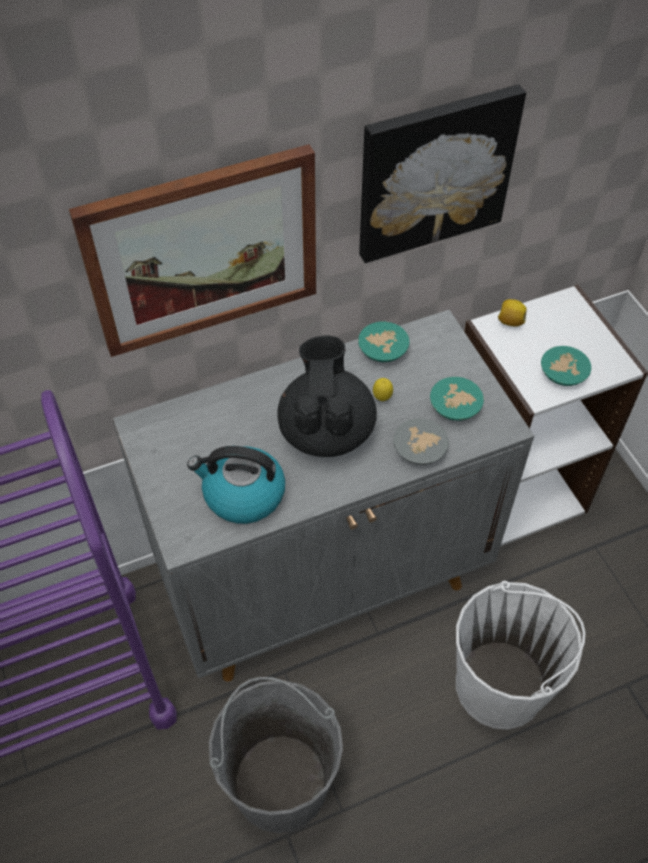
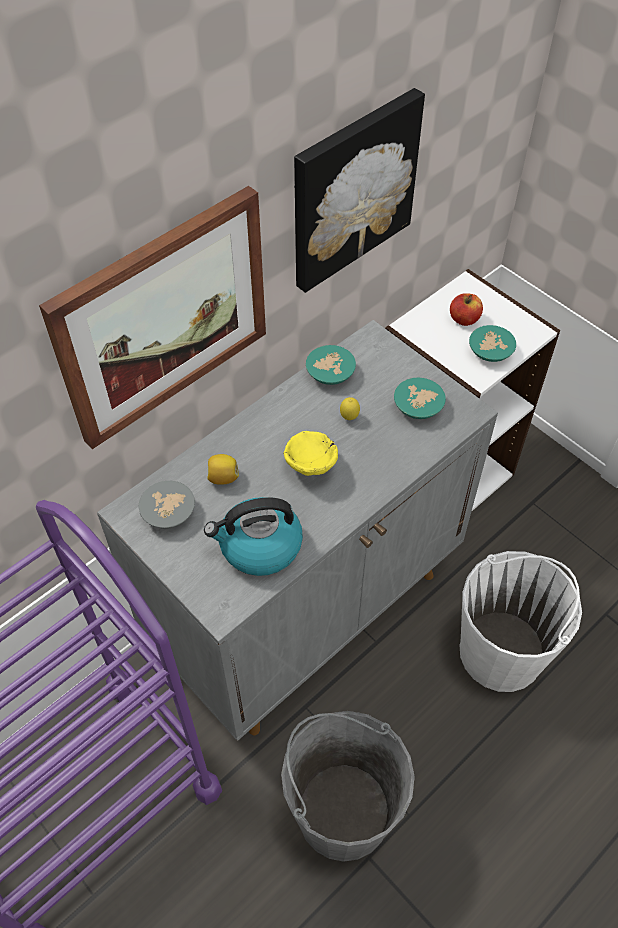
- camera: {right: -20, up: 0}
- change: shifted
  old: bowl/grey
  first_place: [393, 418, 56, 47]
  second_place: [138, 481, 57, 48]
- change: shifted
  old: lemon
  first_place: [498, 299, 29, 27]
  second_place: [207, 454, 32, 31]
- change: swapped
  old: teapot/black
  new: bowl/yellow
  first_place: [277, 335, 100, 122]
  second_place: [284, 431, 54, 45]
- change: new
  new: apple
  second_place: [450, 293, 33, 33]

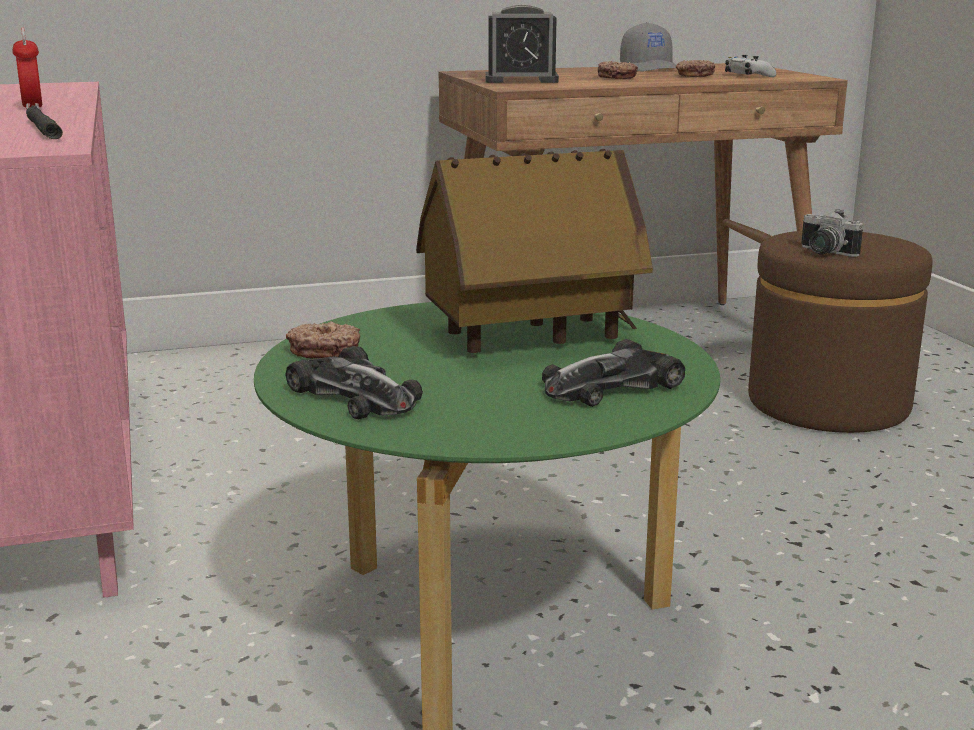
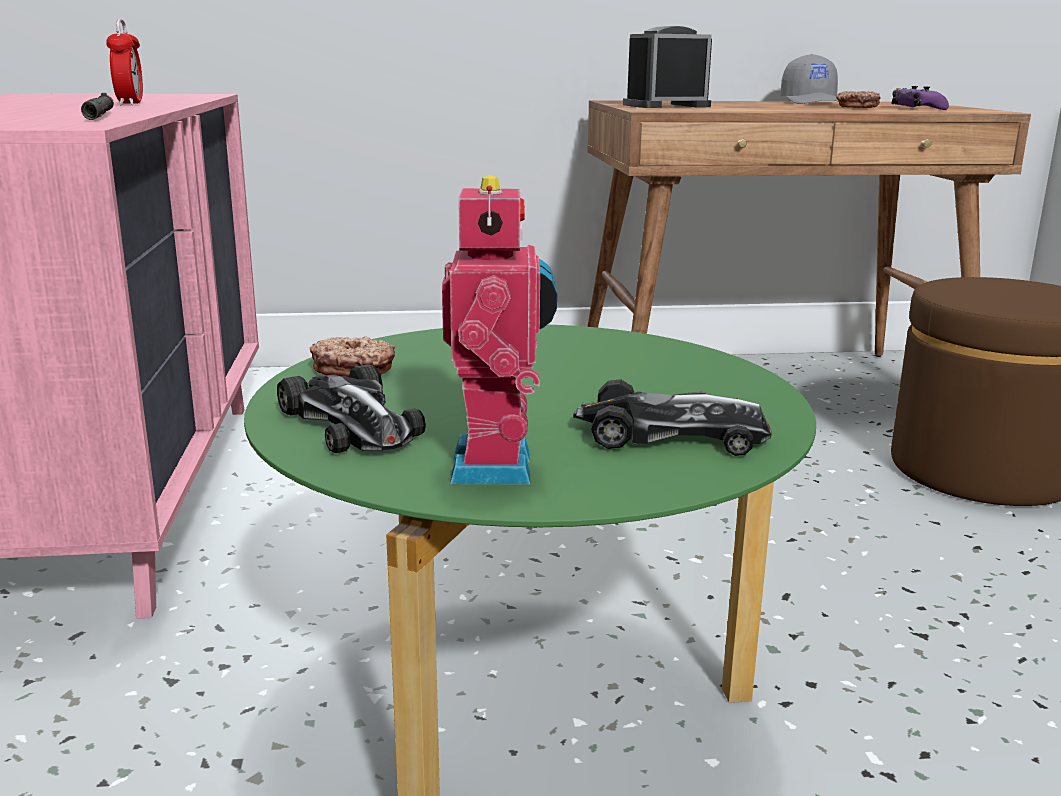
- camera: {right: 10, up: 0}
- change: new
  new: toy robot
  second_place: [442, 175, 115, 309]
- change: rotated
  old: toy car
  first_place: [542, 338, 143, 69]
  second_place: [574, 379, 198, 77]
  degrees: -150
- change: rotated
  old: alarm clock
  first_place: [486, 5, 73, 78]
  second_place: [623, 26, 89, 82]
  degrees: 150
- change: repainted
  old: game controller/white
  new: game controller/purple
  first_place: [725, 55, 51, 22]
  second_place: [891, 86, 58, 24]
- change: gone
  old: toy house
  first_place: [416, 149, 237, 204]
- change: gone
  old: donut
  first_place: [598, 61, 40, 18]
- change: gone
  old: photo camera
  first_place: [801, 209, 62, 48]

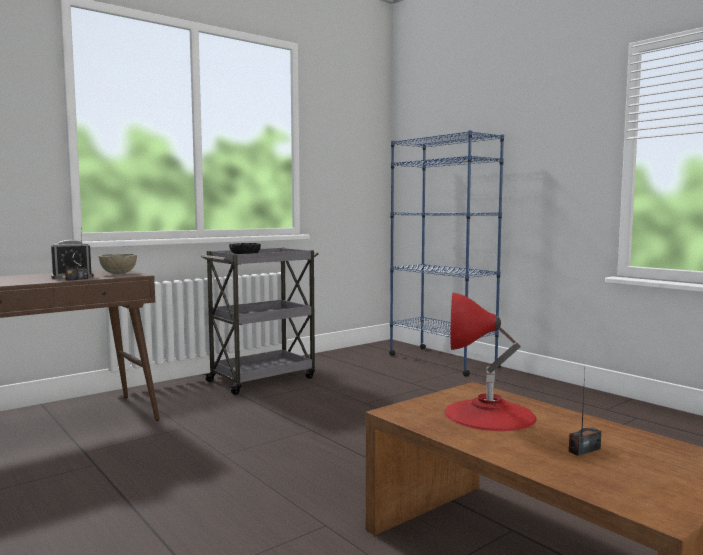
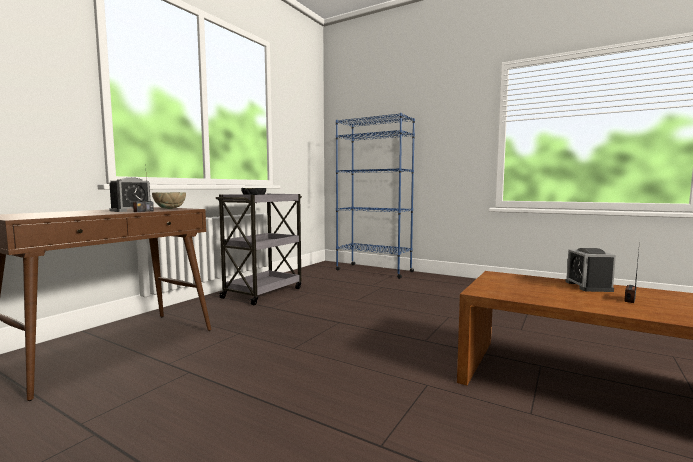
- camera: {right: -20, up: 0}
- change: new
  new: alarm clock
  second_place: [566, 248, 50, 44]
- change: gone
  old: table lamp/red
  first_place: [444, 293, 92, 138]

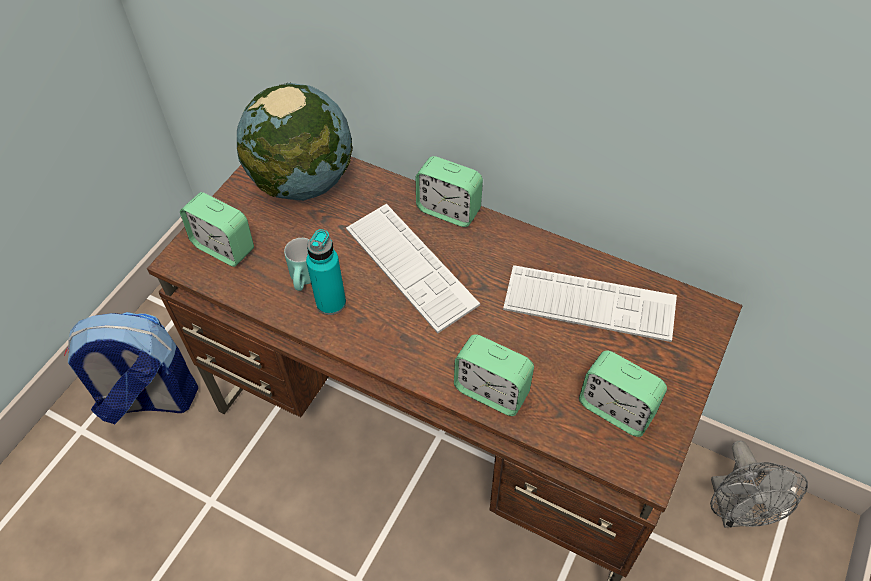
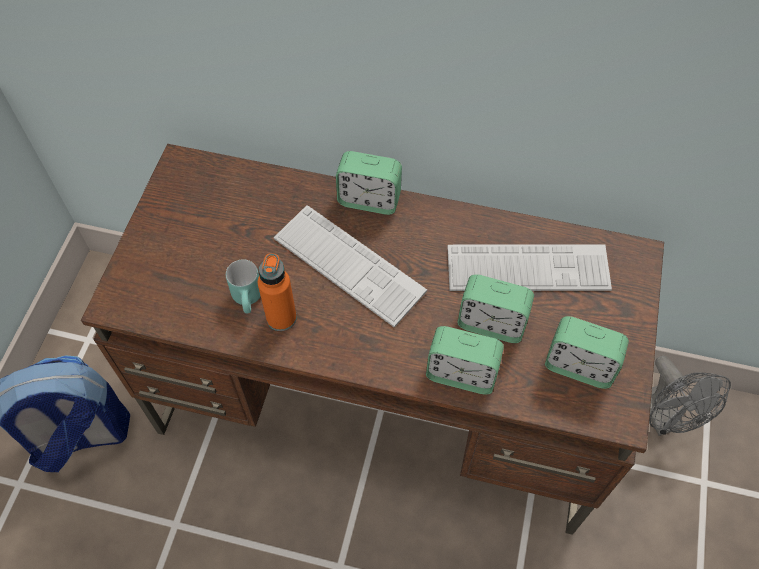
- camera: {right: -15, up: 5}
- change: repainted
  old: bottle/turquoise
  new: bottle/orange
  first_place: [306, 229, 40, 86]
  second_place: [258, 253, 39, 78]
- change: shifted
  old: alarm clock
  first_place: [180, 192, 74, 75]
  second_place: [457, 274, 77, 69]
- change: gone
  old: globe
  first_place: [237, 83, 116, 118]

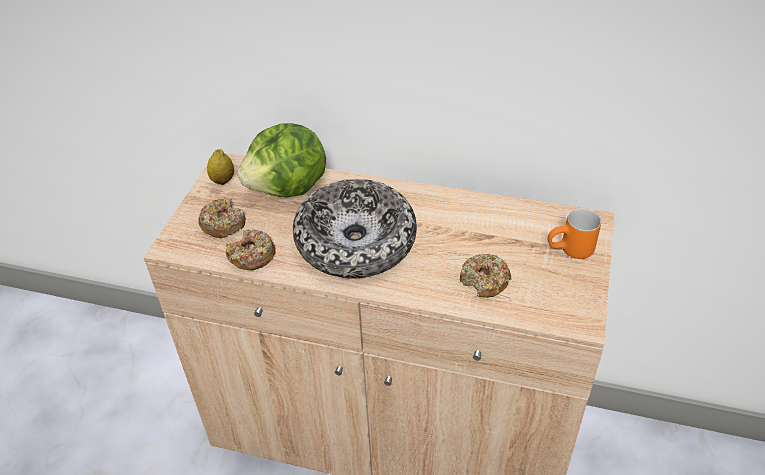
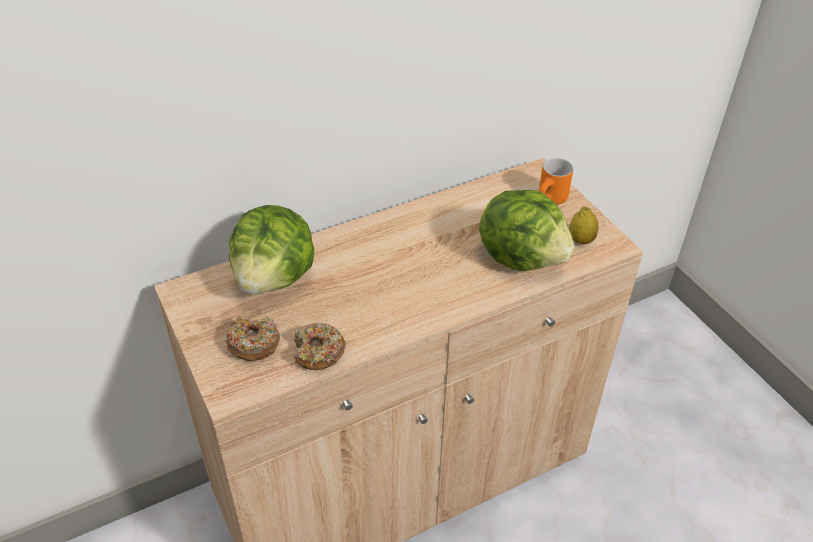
- camera: {right: -45, up: 0}
- change: swapped
  old: donut
  new: lettuce
  first_place: [460, 254, 51, 44]
  second_place: [479, 190, 96, 81]
- change: shifted
  old: lemon
  first_place: [207, 149, 27, 36]
  second_place: [569, 207, 30, 37]
- change: gone
  old: bowl
  first_place: [293, 179, 124, 99]

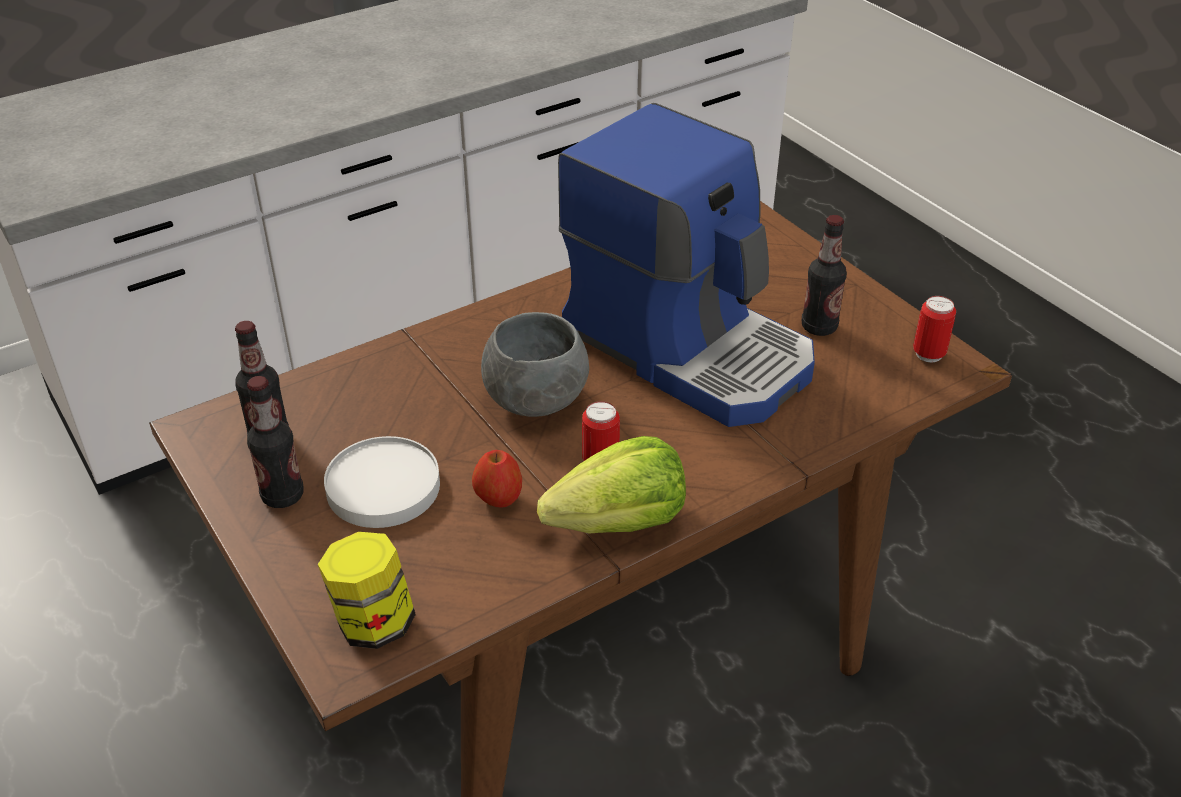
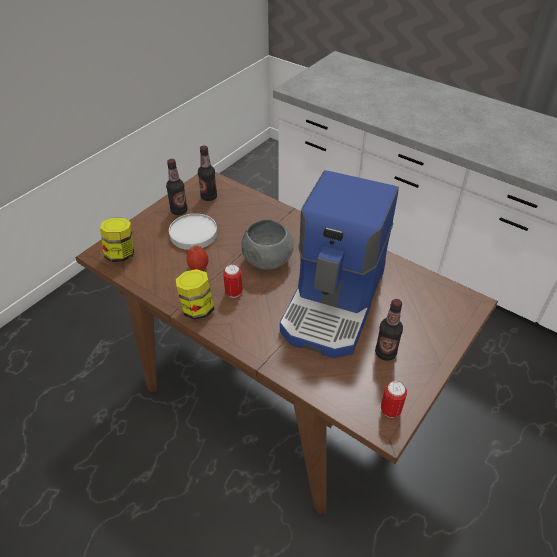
- camera: {right: 70, up: 5}
- change: swapped
  old: lettuce
  new: jar
  first_place: [537, 436, 149, 97]
  second_place: [176, 269, 38, 51]

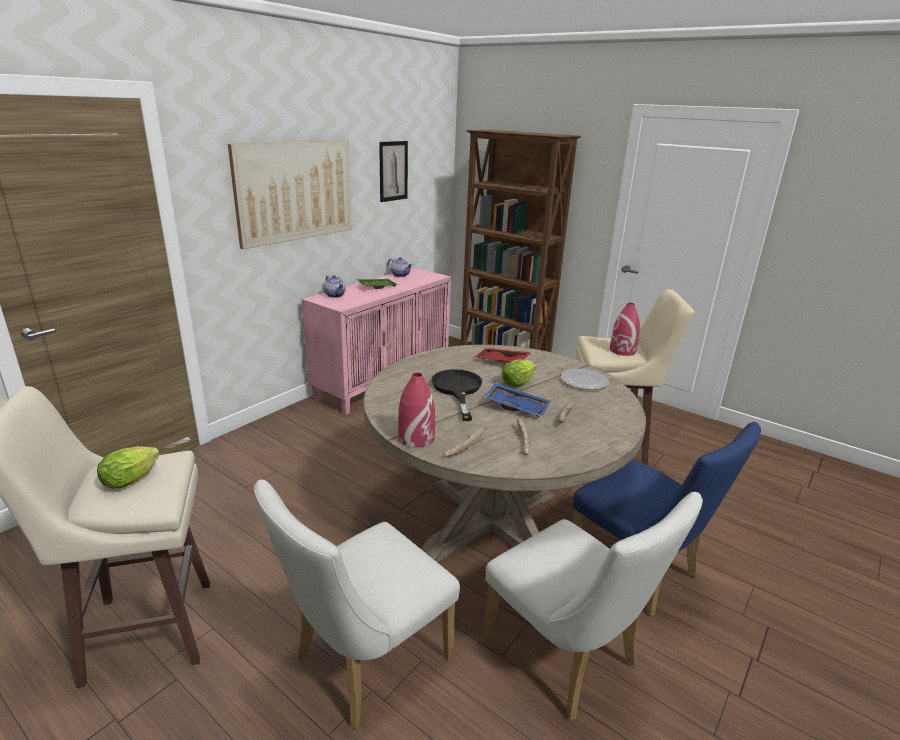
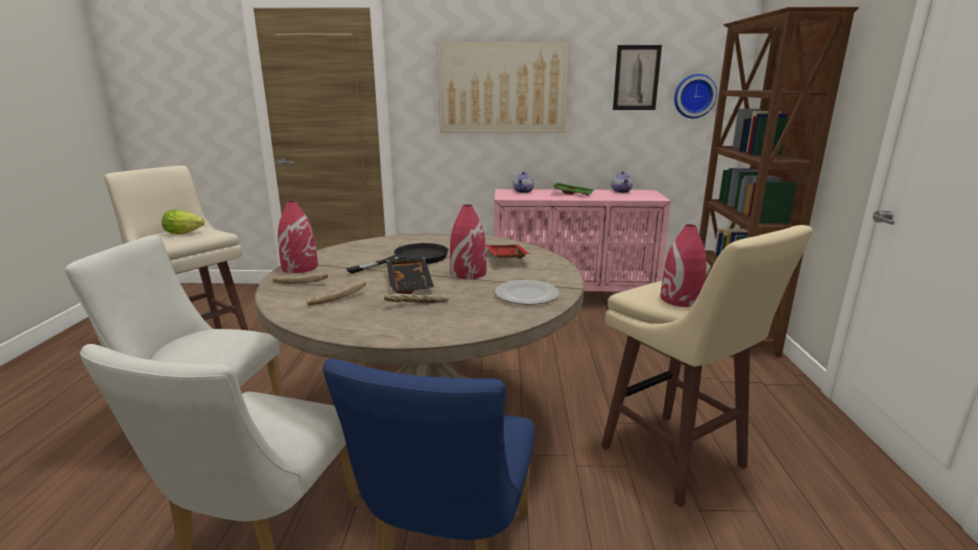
- camera: {right: 55, up: -5}
- change: repainted
  old: tray/blue
  new: tray/black
  first_place: [485, 383, 65, 34]
  second_place: [386, 257, 48, 37]
- change: swapped
  old: lettuce
  new: vase/red
  first_place: [501, 359, 35, 28]
  second_place: [450, 204, 36, 75]
- change: new
  new: wall clock
  second_place: [674, 74, 43, 44]

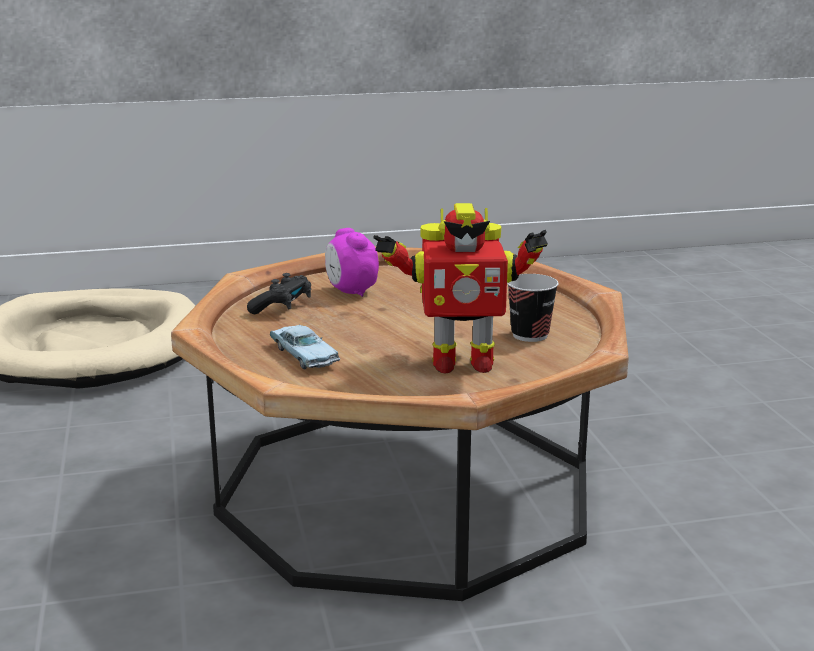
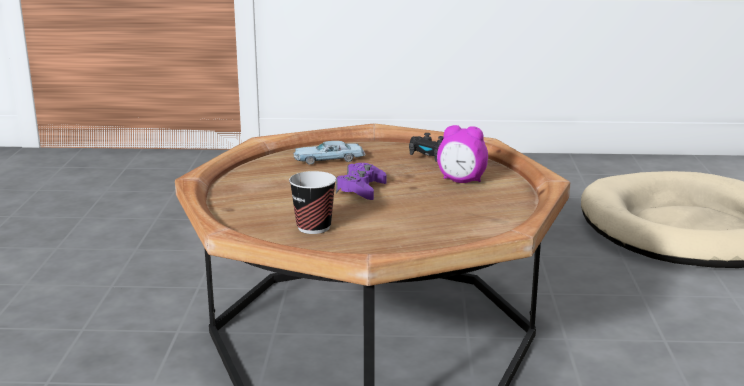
- camera: {right: 105, up: 0}
- change: new
  new: game controller/purple
  second_place: [336, 163, 50, 37]
- change: rotated
  old: alarm clock
  first_place: [325, 228, 54, 69]
  second_place: [437, 125, 51, 58]
  degrees: -150
- change: gone
  old: toy robot
  first_place: [373, 203, 175, 170]

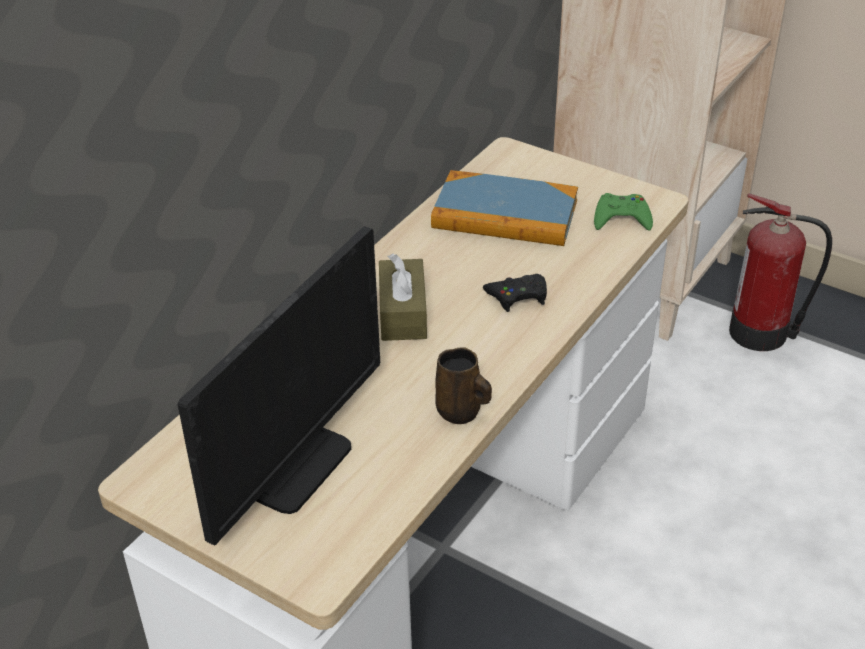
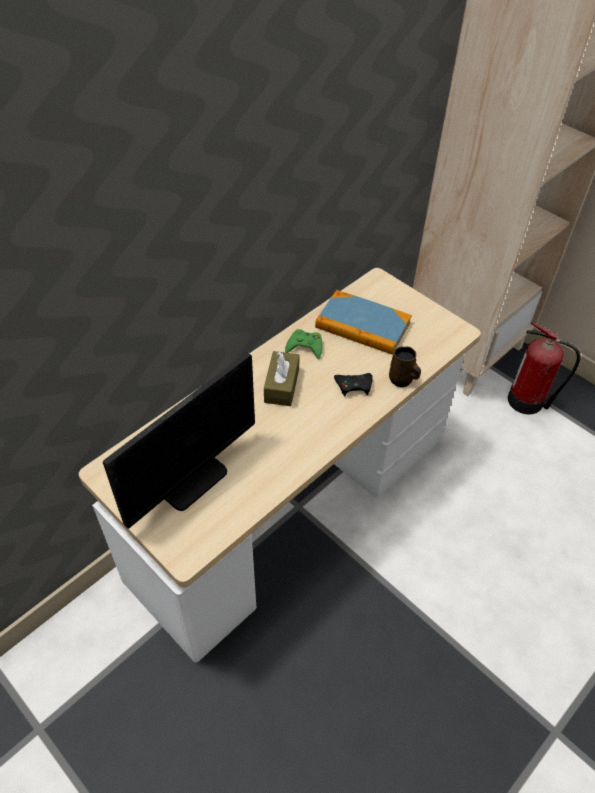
- camera: {right: 10, up: 10}
- change: shifted
  old: game controller/green
  first_place: [594, 193, 59, 38]
  second_place: [285, 329, 37, 30]
- change: shifted
  old: mug/brown
  first_place: [435, 347, 57, 77]
  second_place: [389, 347, 32, 40]

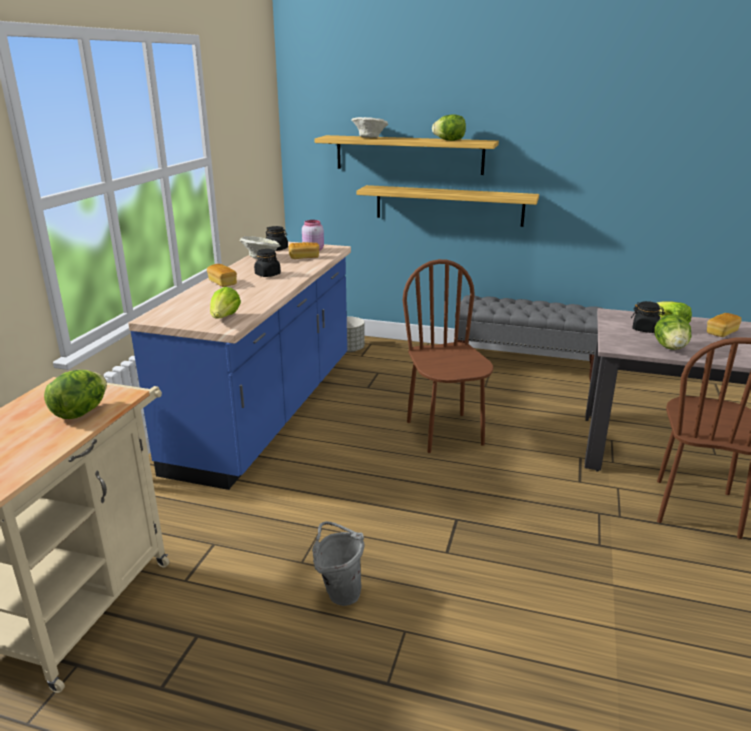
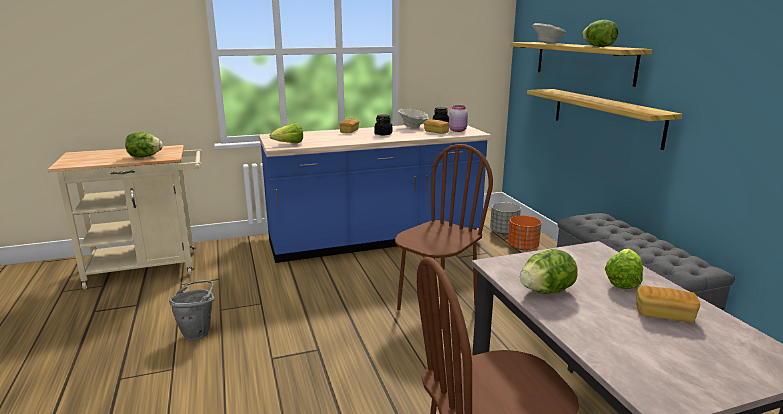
- camera: {right: 55, up: -5}
- change: new
  new: planter/orange
  second_place: [508, 215, 33, 35]
- change: gone
  old: jar/black
  first_place: [631, 301, 34, 32]

